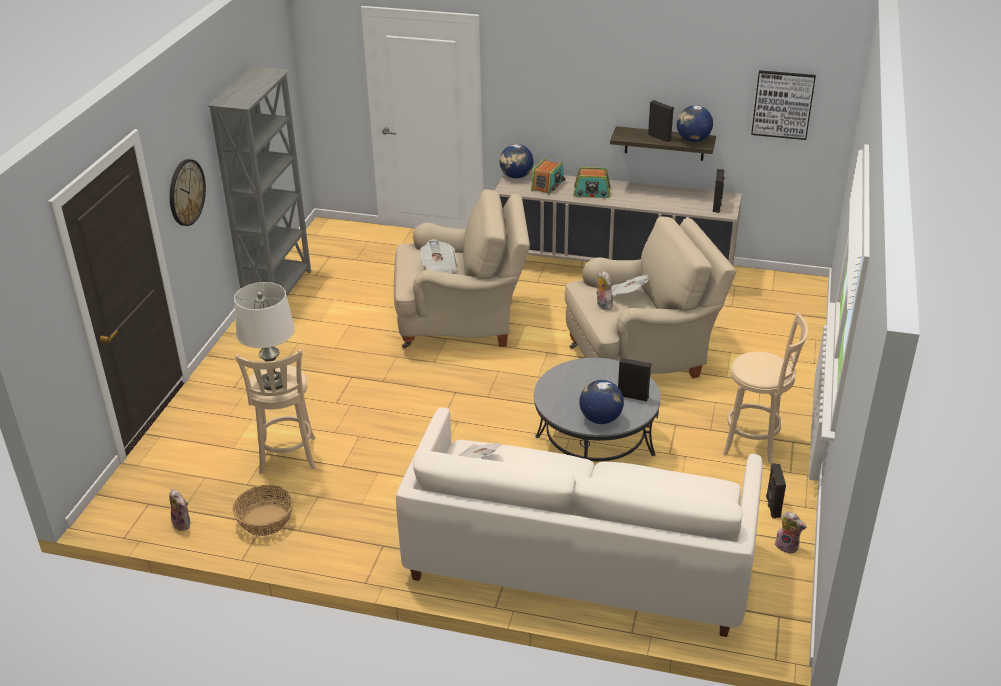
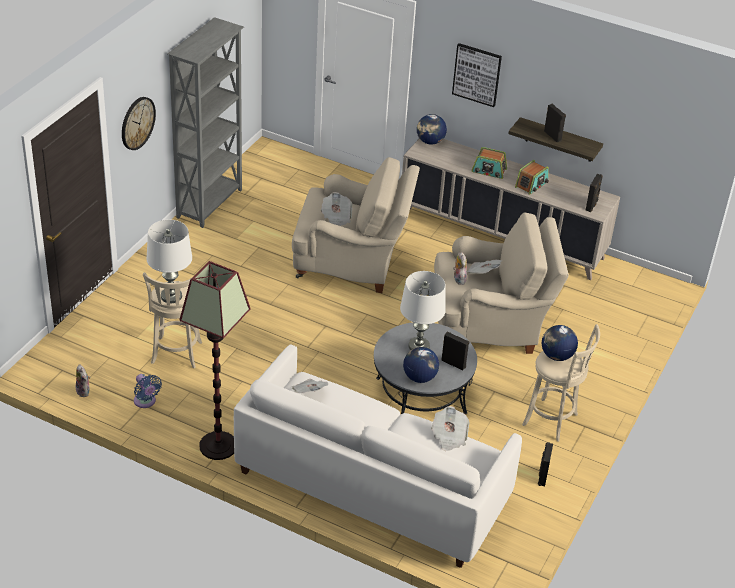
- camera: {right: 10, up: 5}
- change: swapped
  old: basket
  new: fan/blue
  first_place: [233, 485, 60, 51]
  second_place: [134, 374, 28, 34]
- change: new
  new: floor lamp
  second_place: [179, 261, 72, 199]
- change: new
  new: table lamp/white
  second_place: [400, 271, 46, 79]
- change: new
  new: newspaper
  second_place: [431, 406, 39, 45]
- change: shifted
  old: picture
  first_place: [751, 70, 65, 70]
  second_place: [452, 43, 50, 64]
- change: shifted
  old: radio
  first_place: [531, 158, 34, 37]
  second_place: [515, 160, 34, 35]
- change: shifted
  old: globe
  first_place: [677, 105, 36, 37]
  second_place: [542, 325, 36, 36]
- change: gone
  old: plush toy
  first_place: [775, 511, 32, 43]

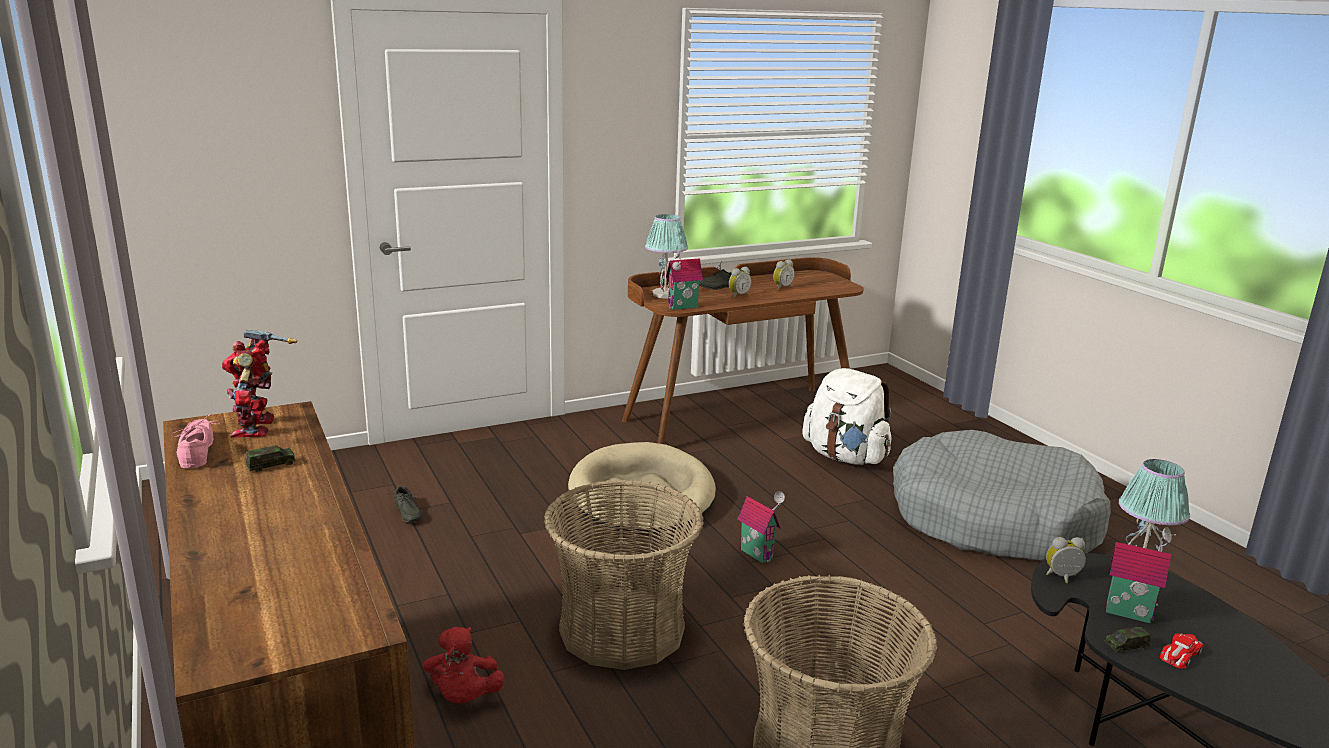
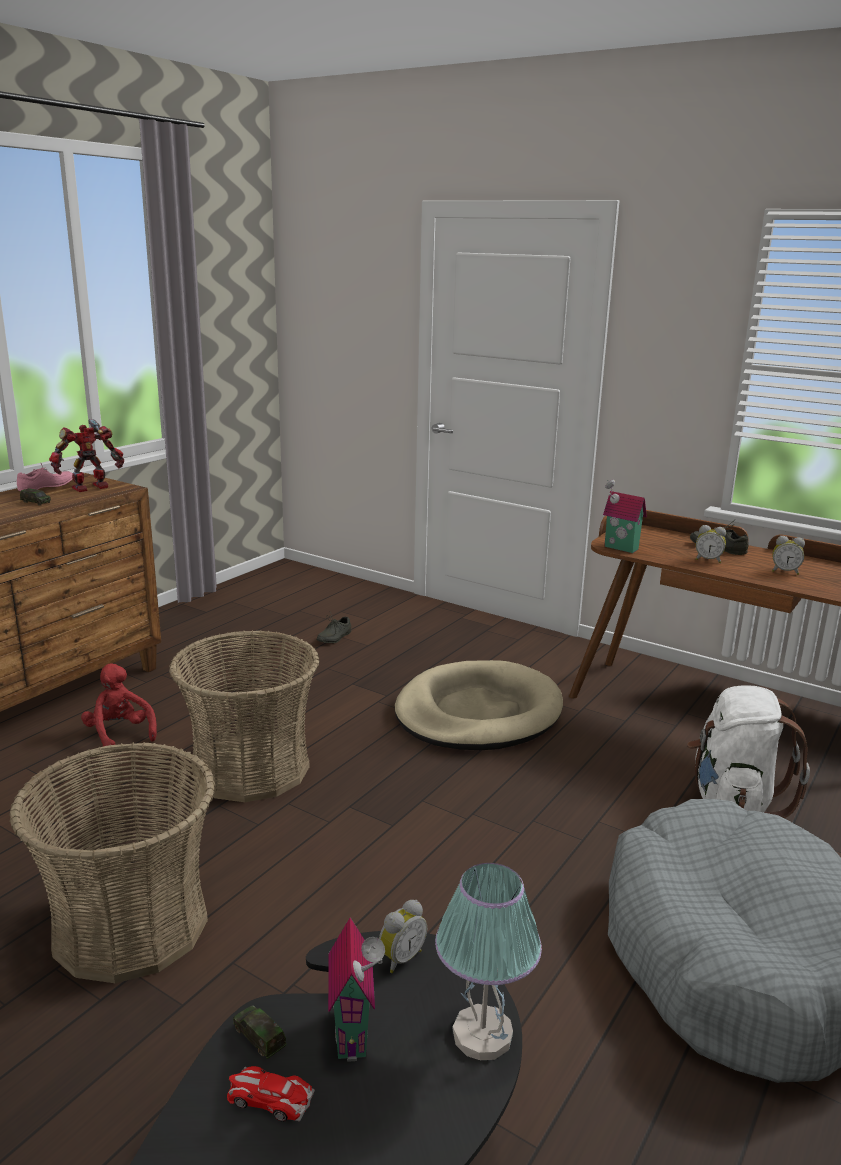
- camera: {right: 60, up: 0}
- change: rotated
  old: plush toy/red
  first_place: [423, 627, 82, 76]
  second_place: [81, 663, 76, 84]
  degrees: 90
- change: rotated
  old: alarm clock
  first_place: [1046, 537, 40, 46]
  second_place: [379, 900, 48, 73]
  degrees: 75
- change: gone
  old: table lamp
  first_place: [645, 214, 43, 85]
- change: gone
  old: toy house
  first_place: [737, 491, 48, 72]

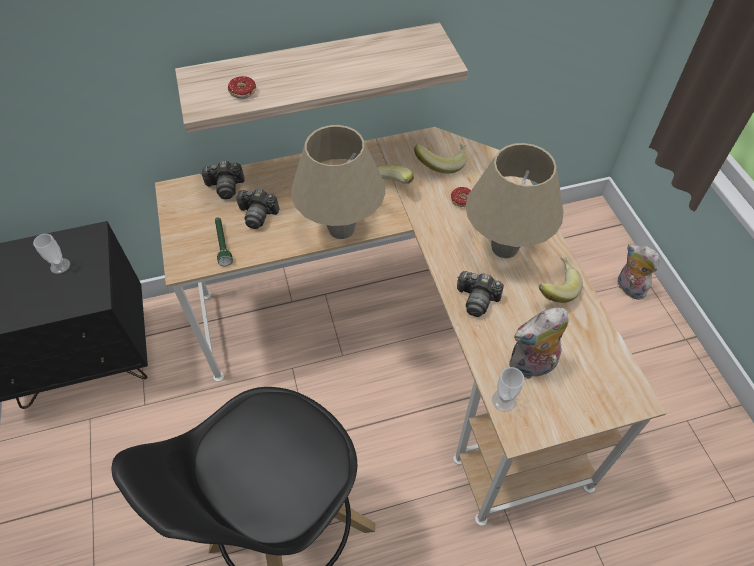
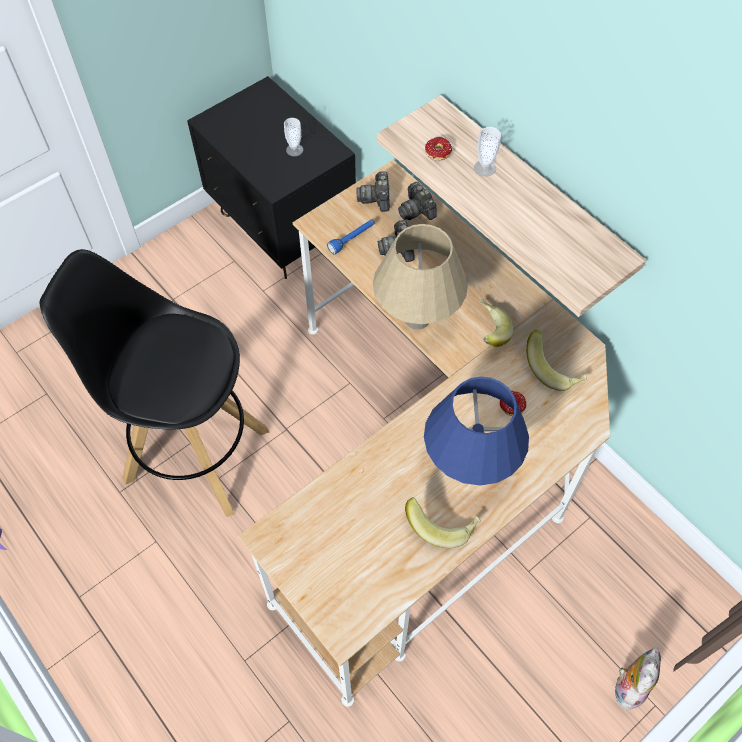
- camera: {right: 65, up: 5}
- change: repainted
  old: flashlight/green
  new: flashlight/blue
  first_place: [215, 218, 18, 48]
  second_place: [327, 220, 48, 34]
- change: shifted
  old: photo camera
  first_place: [457, 271, 47, 46]
  second_place: [356, 171, 34, 41]
- change: repainted
  old: table lamp/beige
  new: table lamp/blue
  first_place: [465, 143, 99, 115]
  second_place: [424, 377, 105, 109]
- change: shifted
  old: cup
  first_place: [492, 367, 32, 45]
  second_place: [474, 127, 27, 50]
- change: gone
  old: plush toy
  first_place: [509, 308, 60, 71]

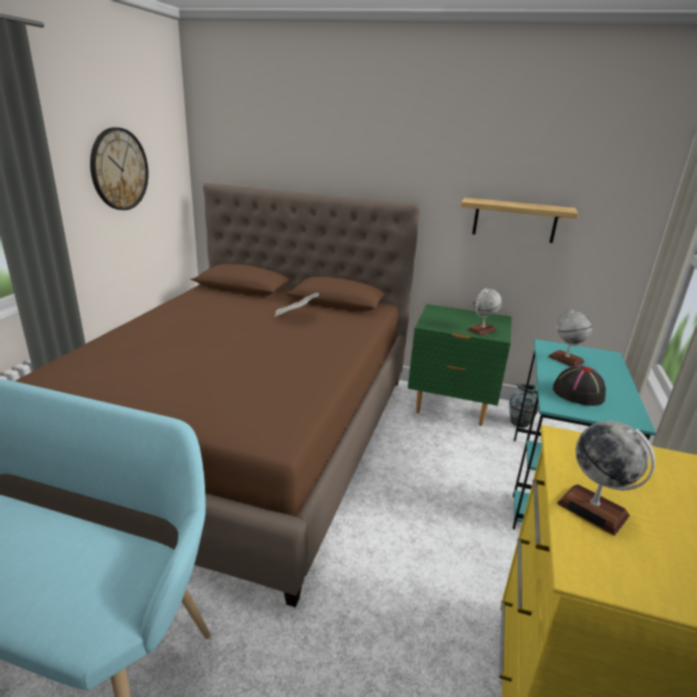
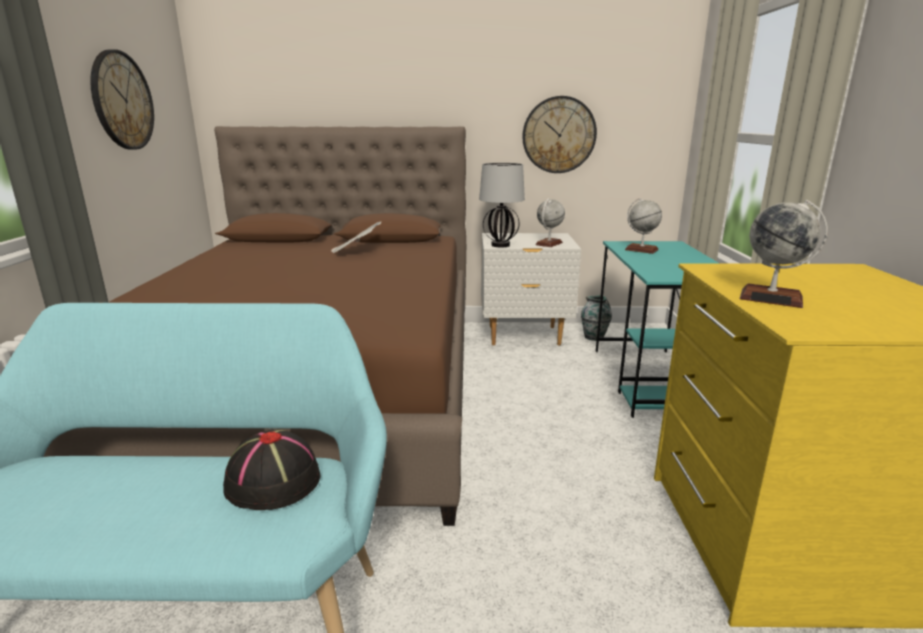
- camera: {right: -15, up: -5}
- change: shifted
  old: hat/black
  first_place: [553, 366, 53, 40]
  second_place: [223, 429, 97, 81]
- change: new
  new: table lamp
  second_place: [479, 163, 46, 85]
- change: repainted
  old: nightstand/green
  new: nightstand/white
  first_place: [408, 304, 104, 122]
  second_place: [481, 233, 100, 113]
- change: swapped
  old: shelf
  new: wall clock
  first_place: [461, 198, 117, 45]
  second_place: [522, 96, 75, 77]

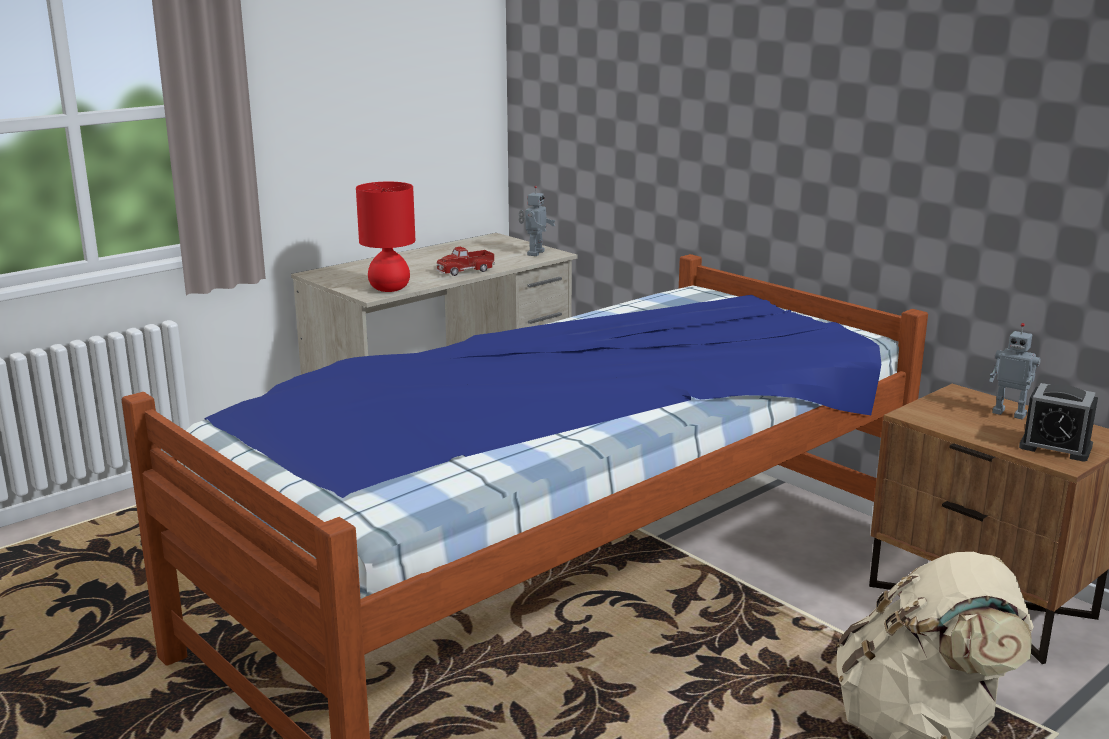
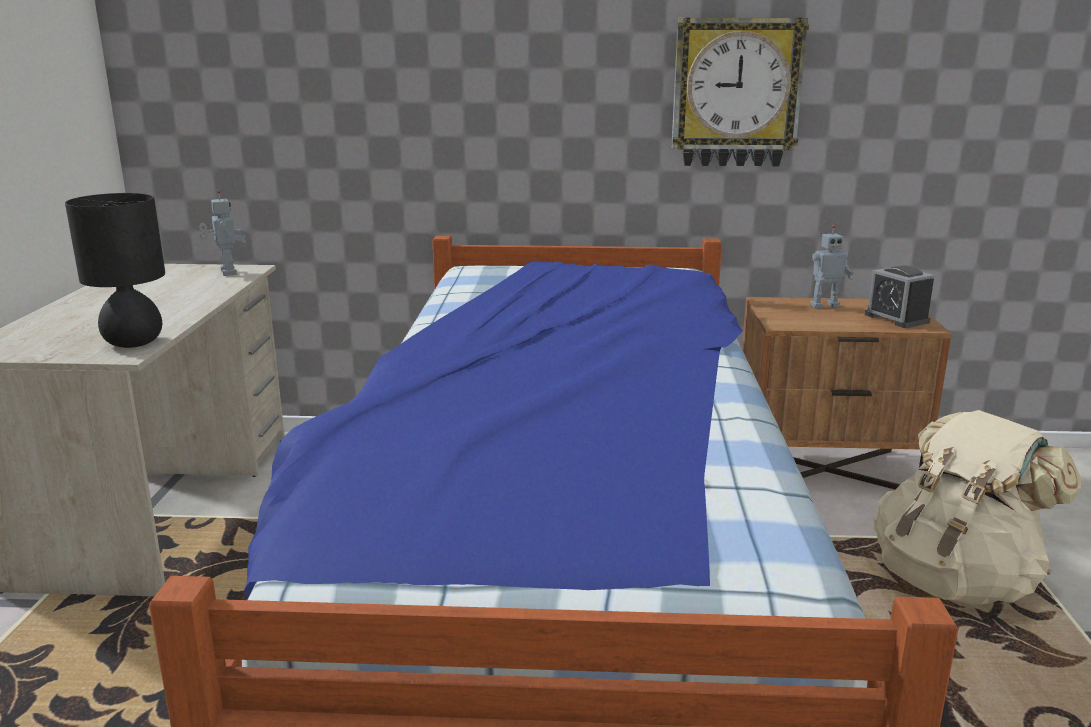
- camera: {right: -45, up: 0}
- change: repainted
  old: table lamp/red
  new: table lamp/black
  first_place: [356, 182, 60, 110]
  second_place: [65, 193, 100, 155]
- change: new
  new: wall clock
  second_place: [672, 18, 137, 148]
- change: rotated
  old: alarm clock
  first_place: [1019, 383, 79, 78]
  second_place: [865, 266, 70, 62]
  degrees: 75
- change: gone
  old: toy truck
  first_place: [435, 247, 60, 29]

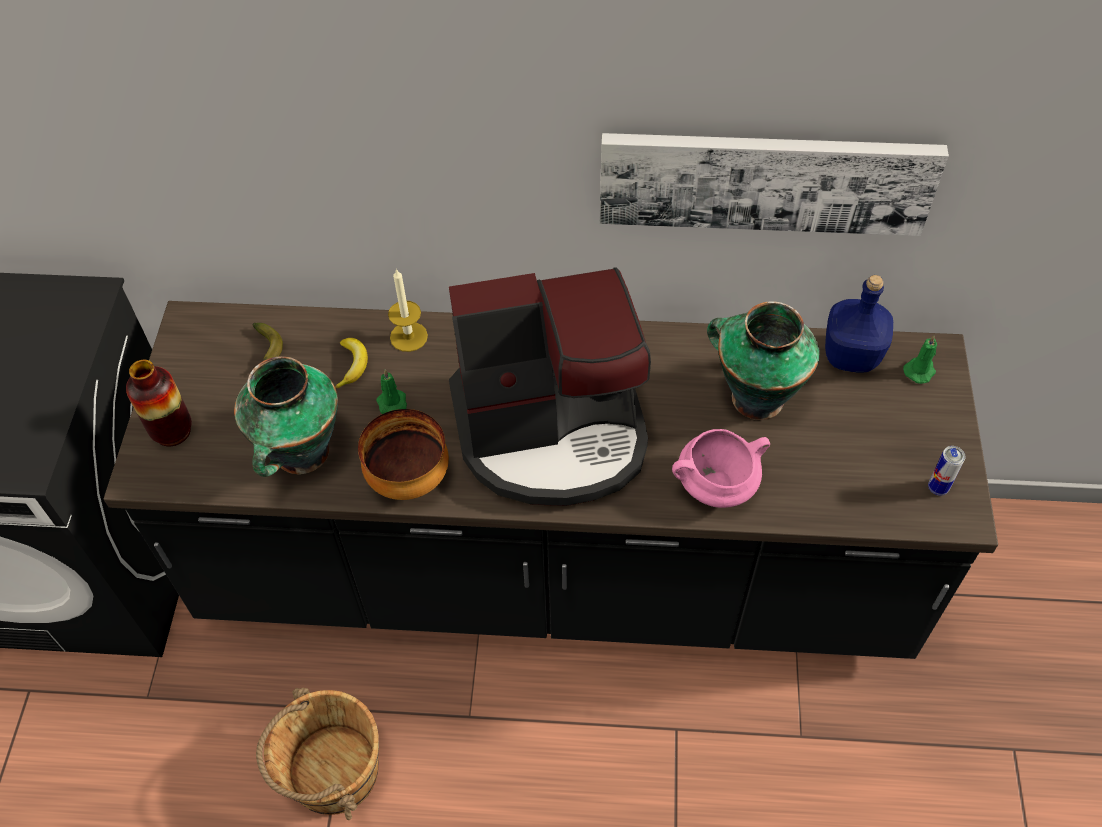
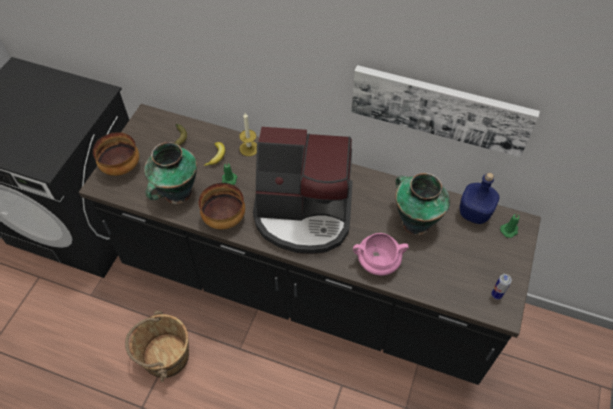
- camera: {right: 15, up: 0}
- change: swapped
  old: vase
  new: bowl
  first_place: [126, 360, 66, 87]
  second_place: [93, 132, 46, 44]

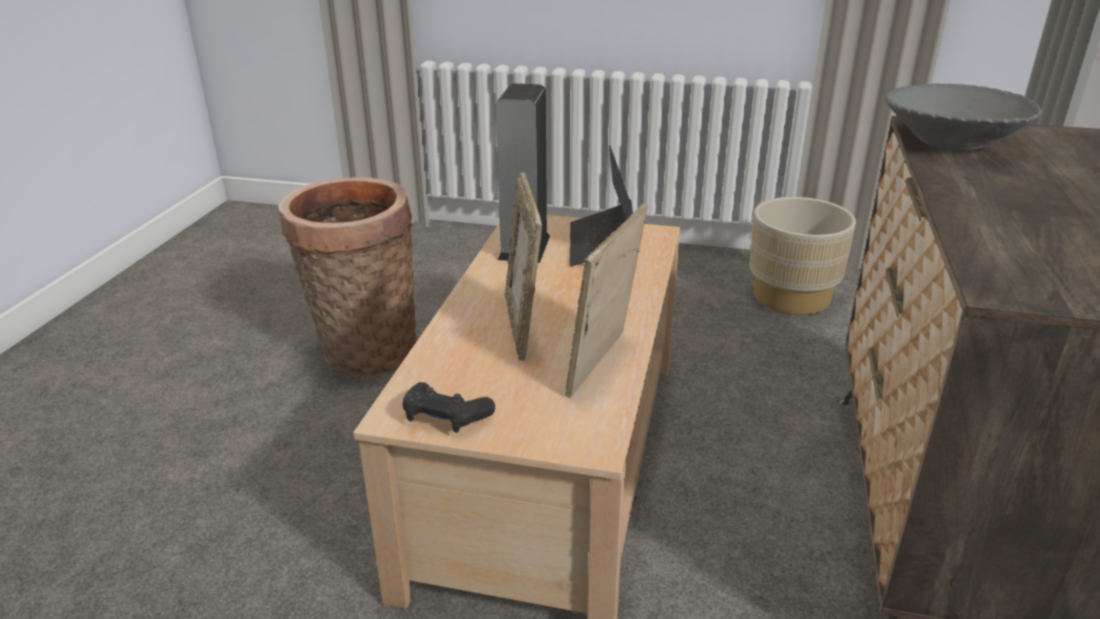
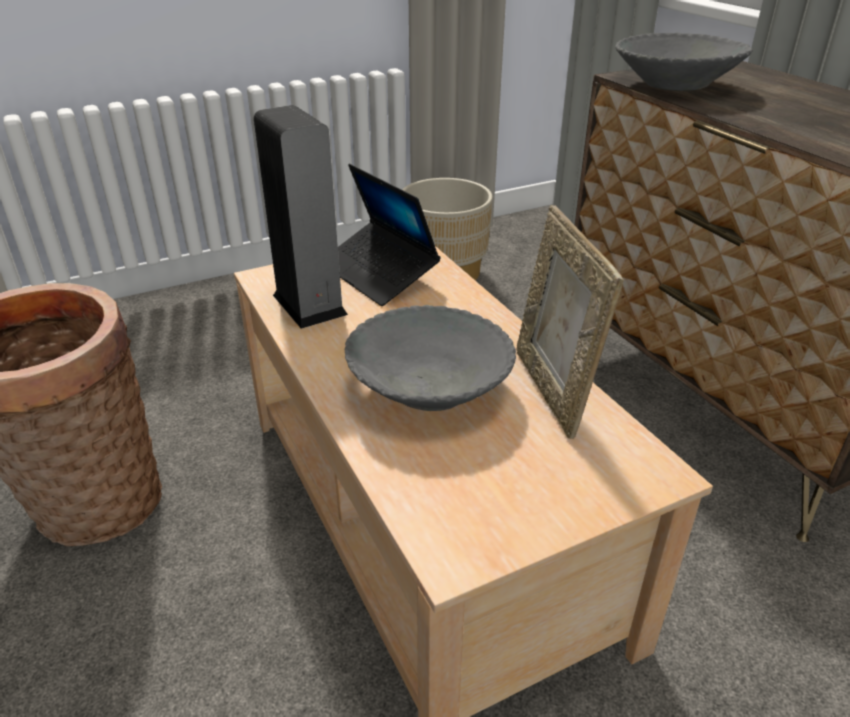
- camera: {right: -40, up: 5}
- change: swapped
  old: picture frame
  new: bowl/grey
  first_place: [505, 172, 37, 189]
  second_place: [345, 305, 171, 106]
- change: gone
  old: game controller/black
  first_place: [403, 382, 92, 51]

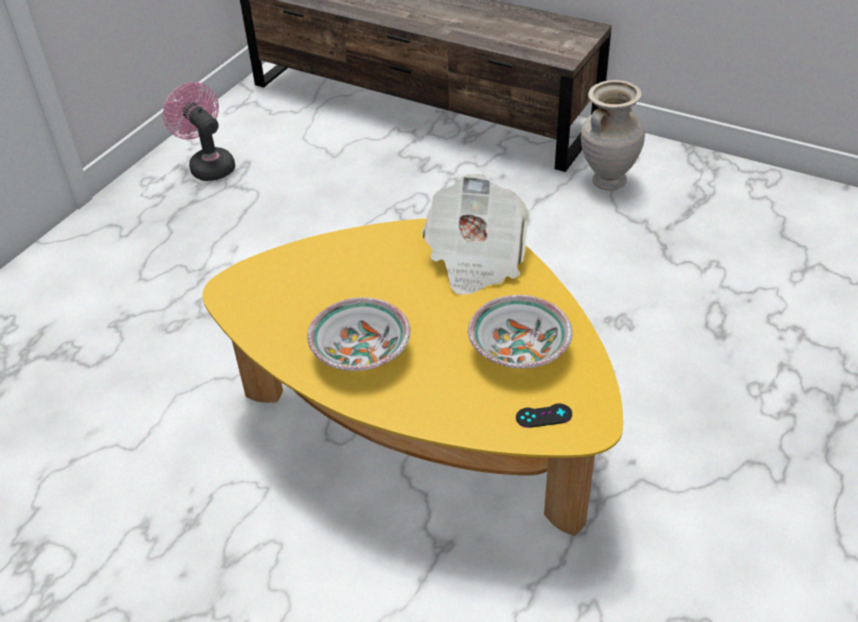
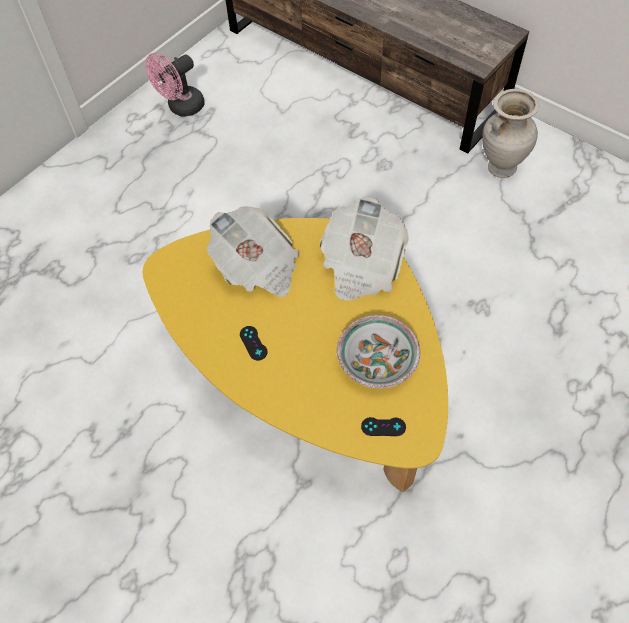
- camera: {right: 10, up: 15}
- change: rotated
  old: fan/pink
  first_place: [163, 82, 72, 99]
  second_place: [145, 53, 60, 64]
  degrees: -105
- change: new
  new: newspaper
  second_place: [207, 206, 92, 91]
- change: swapped
  old: bowl
  new: game controller/black
  first_place: [307, 297, 103, 74]
  second_place: [240, 326, 27, 35]

